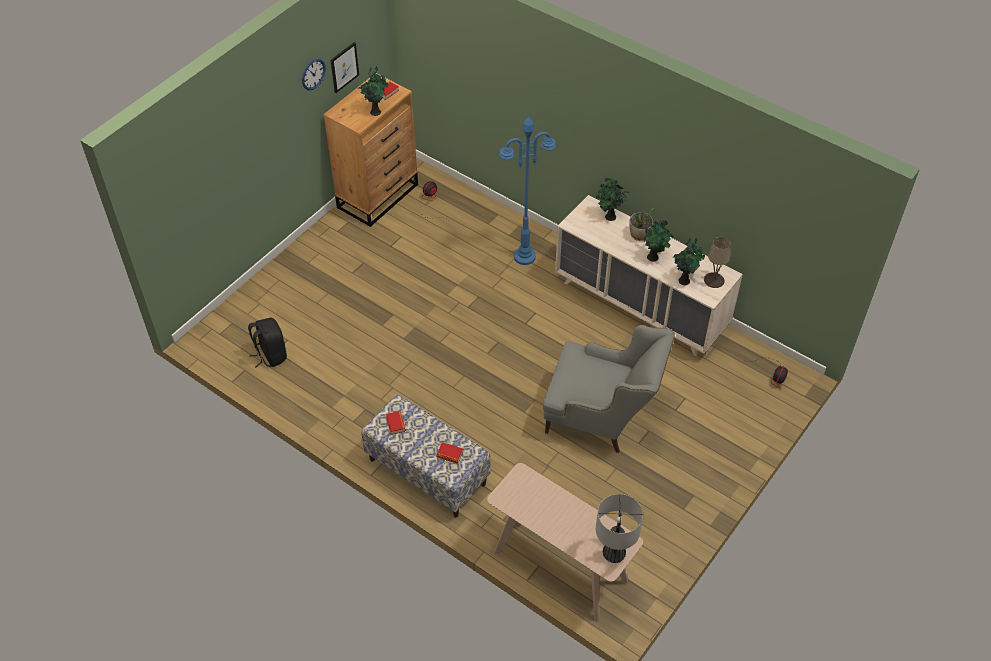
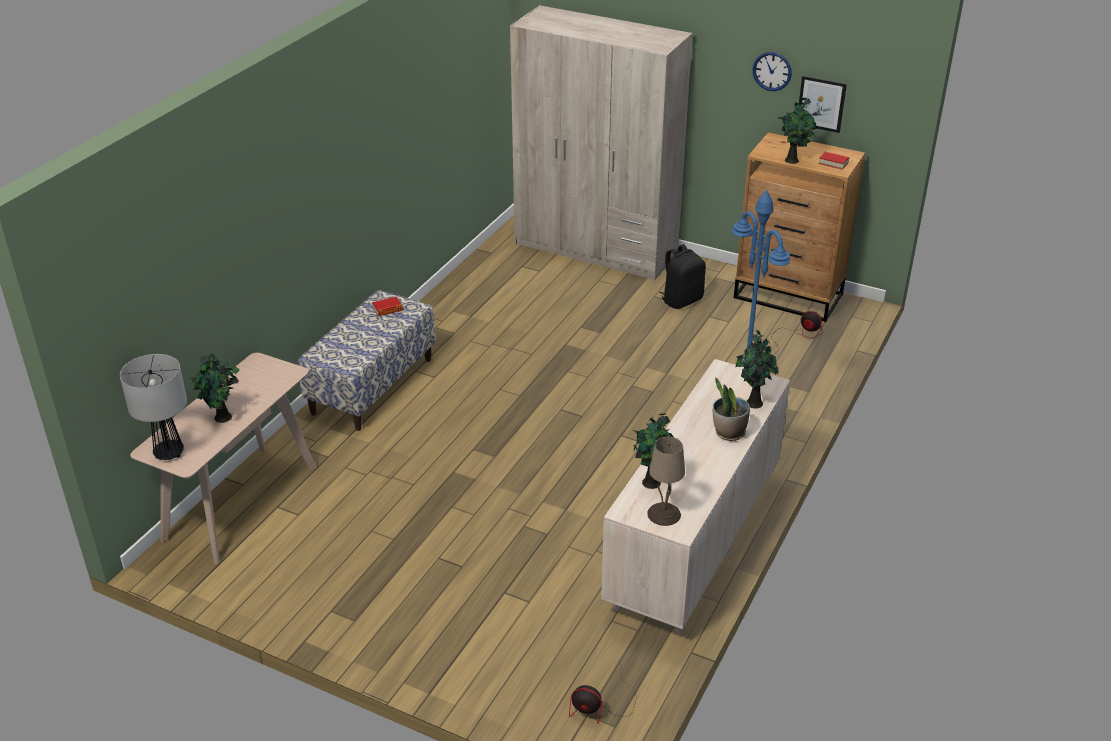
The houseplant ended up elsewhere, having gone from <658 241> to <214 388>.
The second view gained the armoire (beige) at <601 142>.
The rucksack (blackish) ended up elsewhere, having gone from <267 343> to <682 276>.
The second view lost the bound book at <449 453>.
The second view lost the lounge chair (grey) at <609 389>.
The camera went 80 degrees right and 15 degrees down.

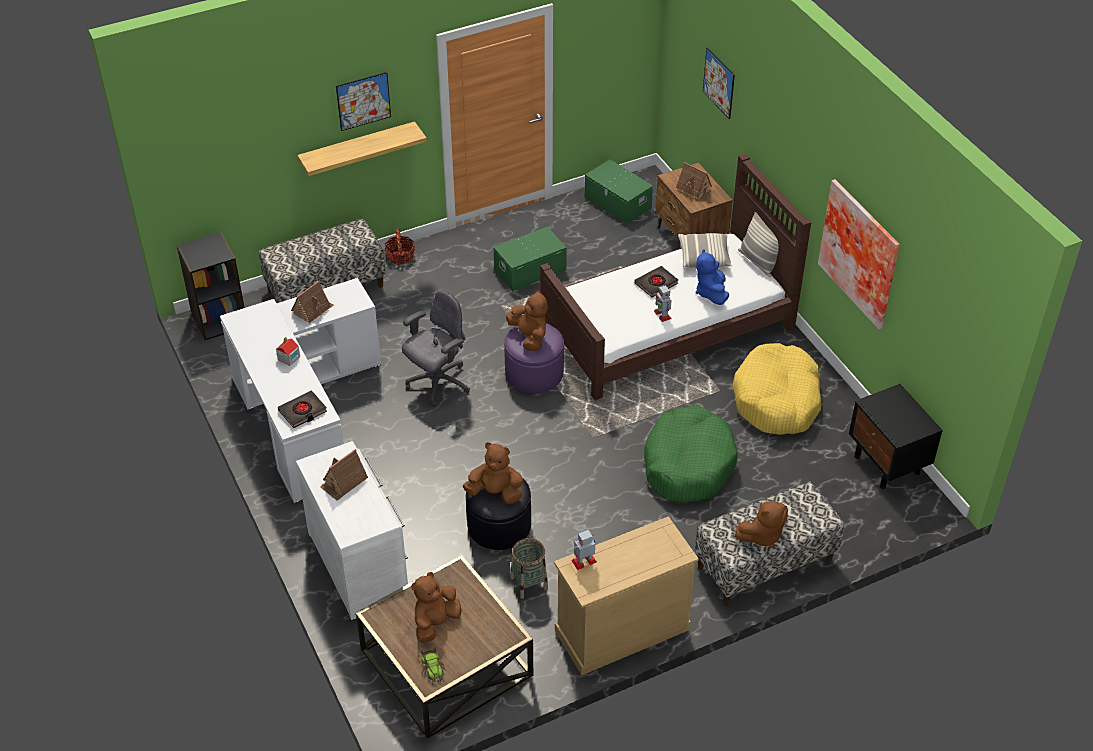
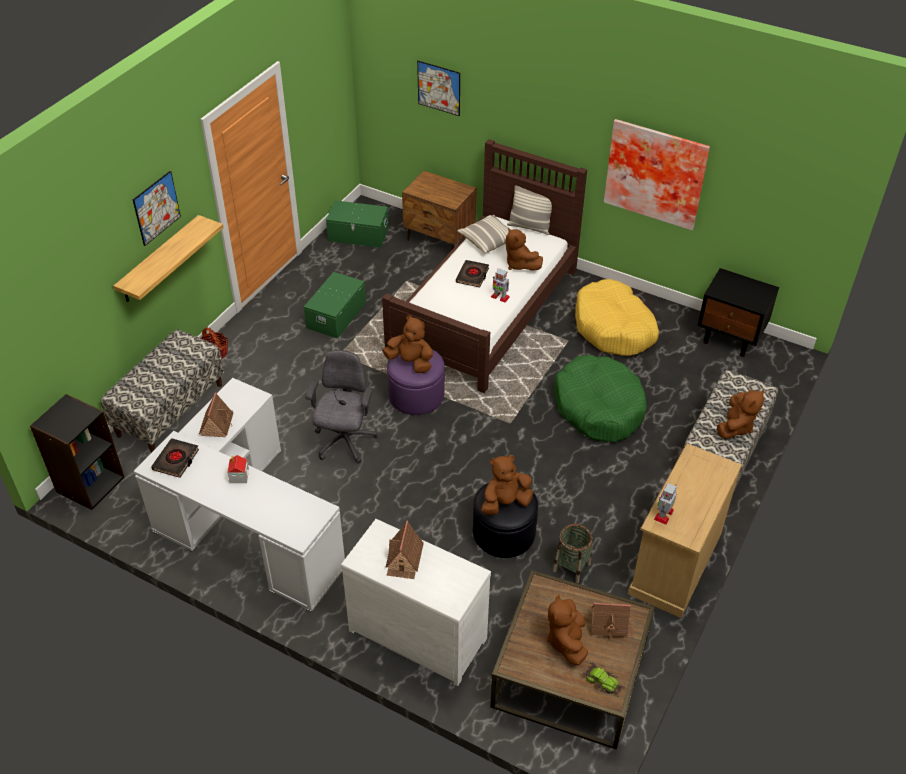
The bound book (blackish) ended up elsewhere, having gone from <302 409> to <175 458>.
What was the plush toy (bluish) at <712 277> turned into the plush toy (brown-coloured) at <524 249>.
The toy house ended up elsewhere, having gone from <695 182> to <612 621>.
The camera went 35 degrees left and 0 degrees up.

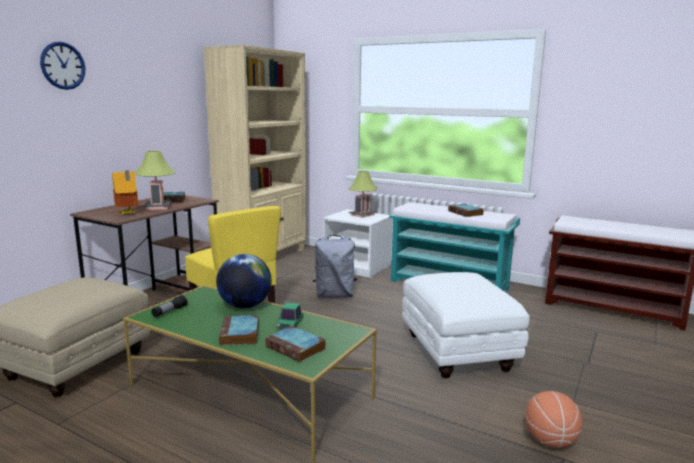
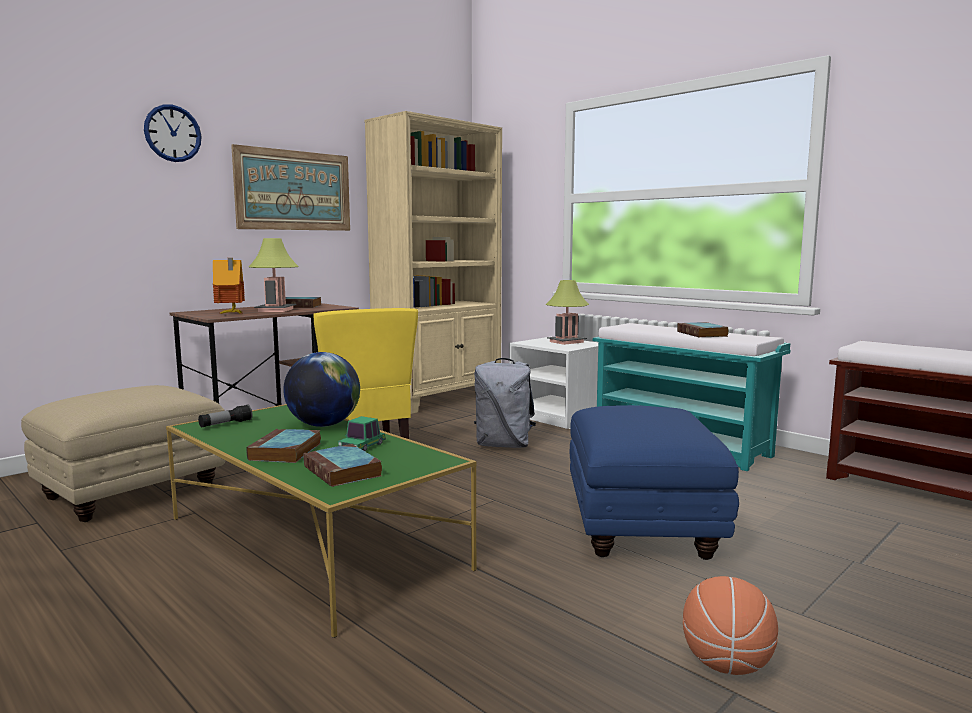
The second view gained the picture at <290 187>.
What was the pouffe (whitish) at <465 325> turned into the pouffe (bluish) at <654 482>.
The camera went 15 degrees right and 5 degrees down.

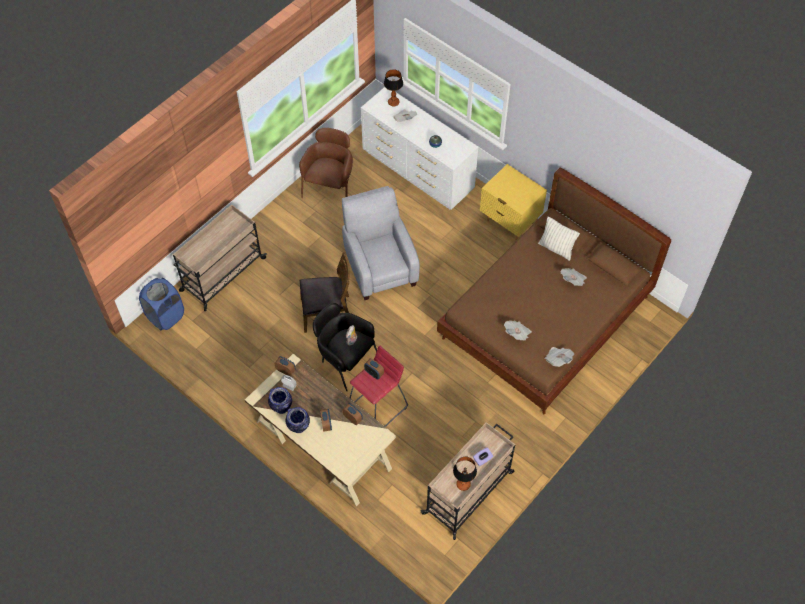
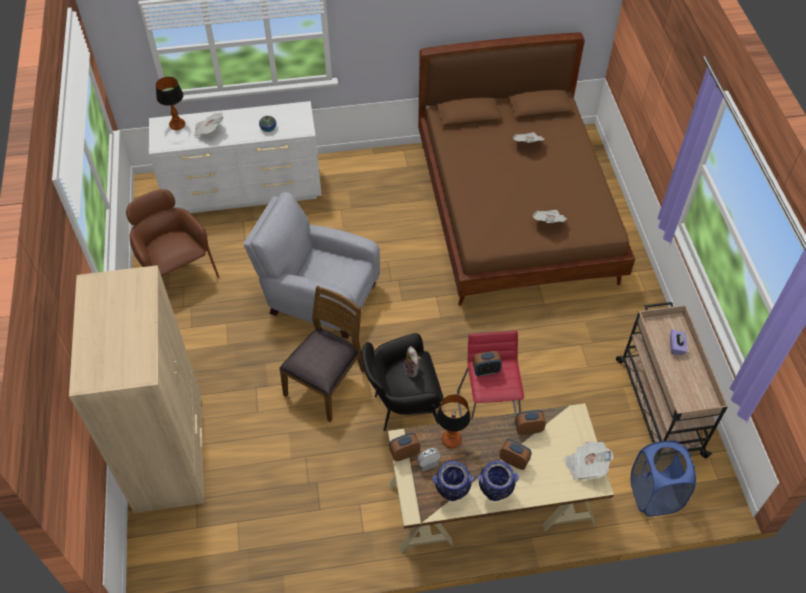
Where the wheeled cart (beige) stood at <220 257>, the armoire (beige) came to stand at <136 389>.
The tabletop lamp ended up elsewhere, having gone from <465 474> to <454 421>.
The newspaper ended up elsewhere, having gone from <559 357> to <588 461>.
The laundry basket (bluish) ended up elsewhere, having gone from <161 304> to <663 478>.
The second view lost the bedside table (yellowish) at <513 202>.
The second view lost the throw pillow at <559 239>.
The camera went 50 degrees left and 5 degrees down.

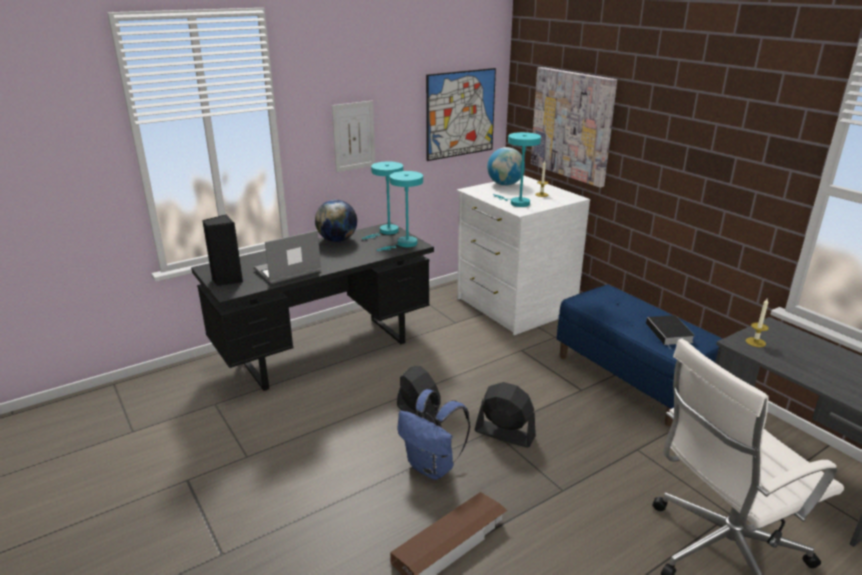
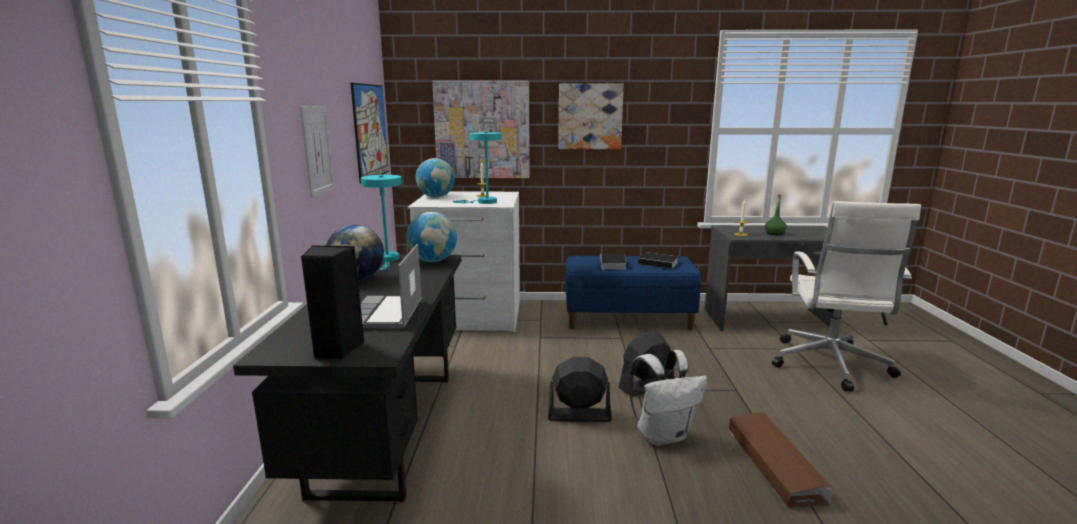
Where the tabletop lamp (turquoise-coloured) stood at <400 211>, the world globe came to stand at <431 237>.
The second view gained the picture at <591 116>.
The second view gained the bound book at <613 262>.
What was the rucksack (bluish) at <434 434> turned into the rucksack (whitish) at <668 398>.
The second view gained the drink bottle (green-coloured) at <776 215>.
The camera went 55 degrees left and 10 degrees down.

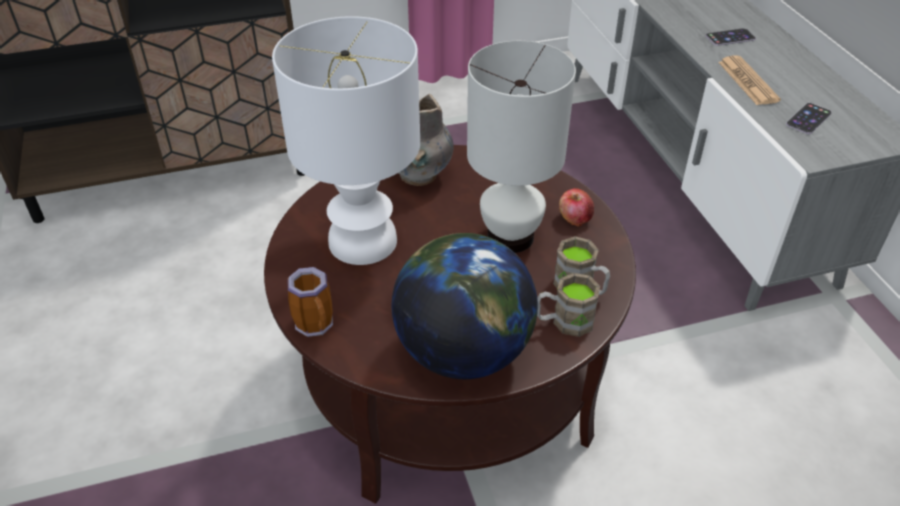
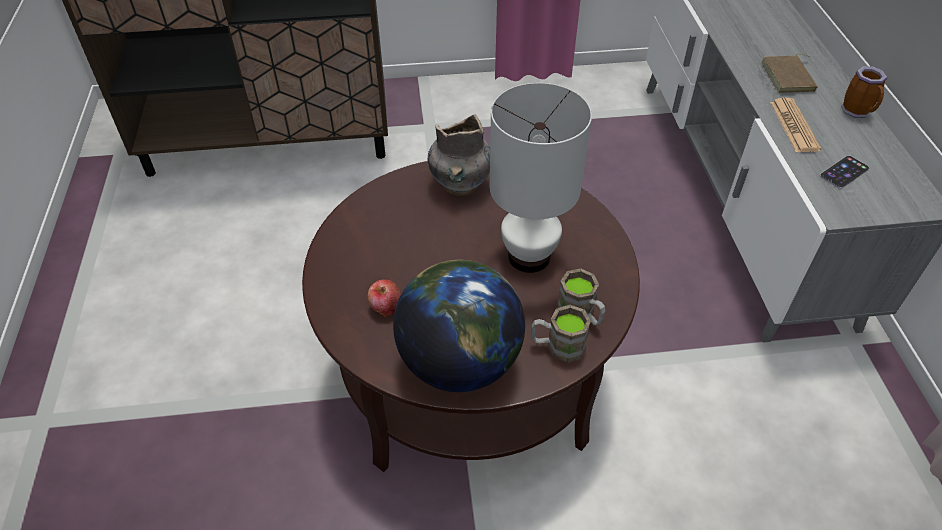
The apple fruit ended up elsewhere, having gone from <576 207> to <384 298>.
Where the handset stood at <730 37>, the bound book (brown-coloured) came to stand at <789 73>.
The mug ended up elsewhere, having gone from <310 302> to <864 92>.
The second view lost the tabletop lamp (whitish) at <346 140>.
The camera went 10 degrees right and 5 degrees up.

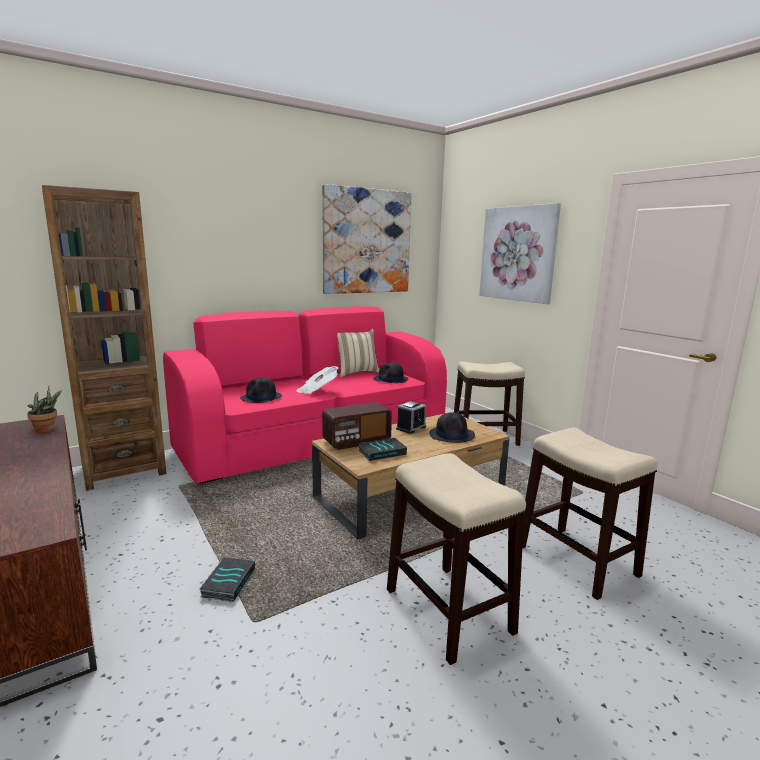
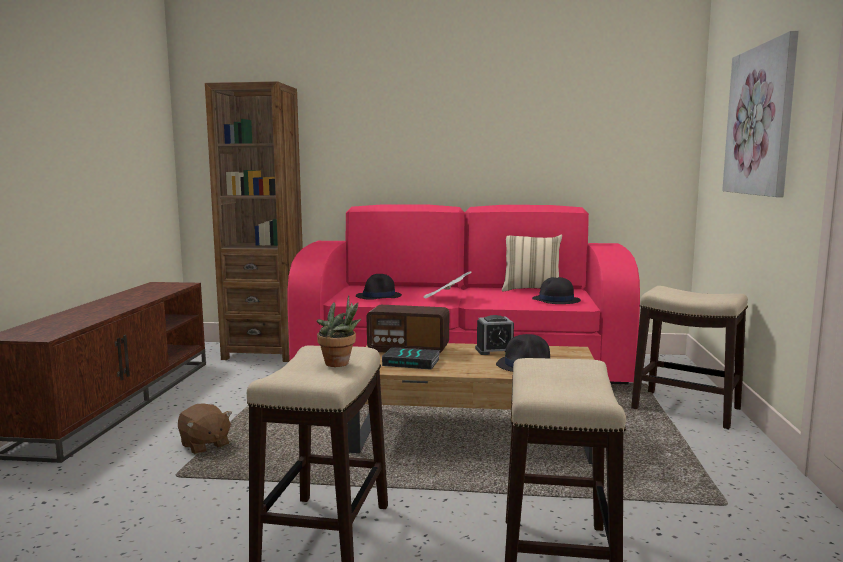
Where the bound book stood at <227 579>, the plush toy (brown-coloured) came to stand at <205 429>.
The houseplant ended up elsewhere, having gone from <44 409> to <339 331>.
The second view lost the picture at <367 239>.
The camera went 40 degrees right and 5 degrees down.

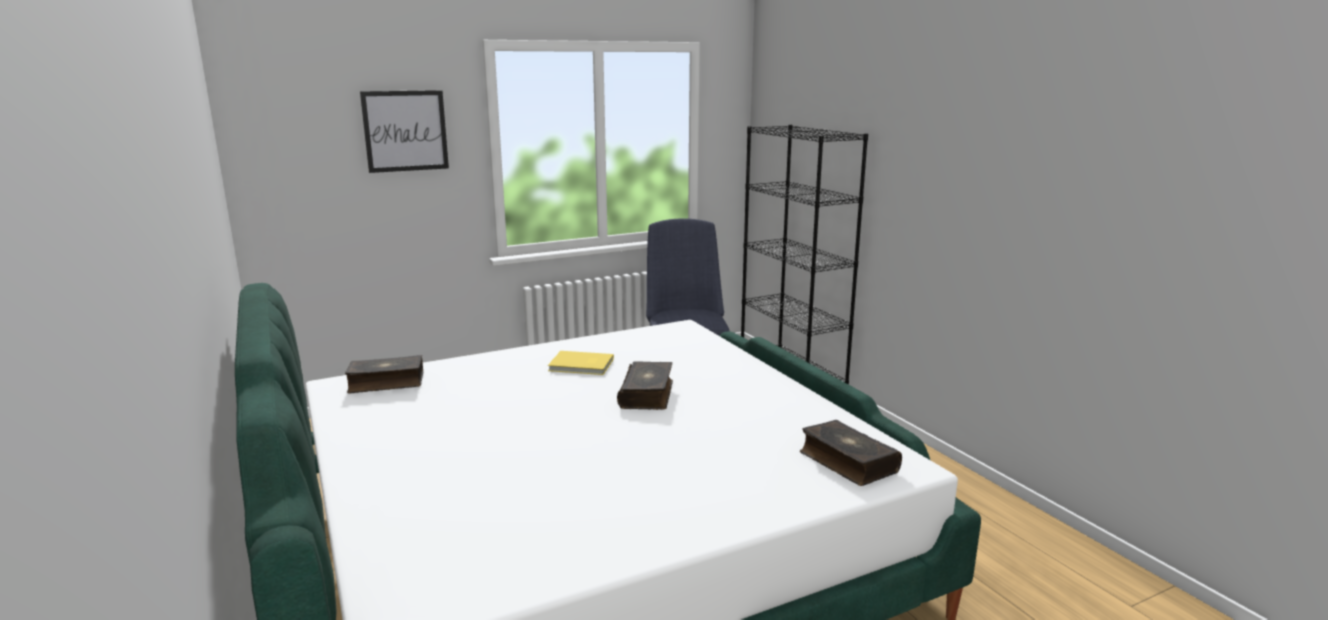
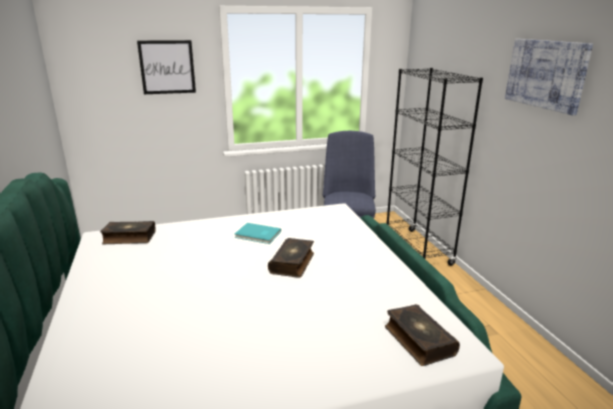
What was the bound book (yellowish) at <581 363> turned into the bound book (turquoise-coloured) at <257 233>.
The second view gained the picture at <549 77>.
The camera went 10 degrees right and 5 degrees up.

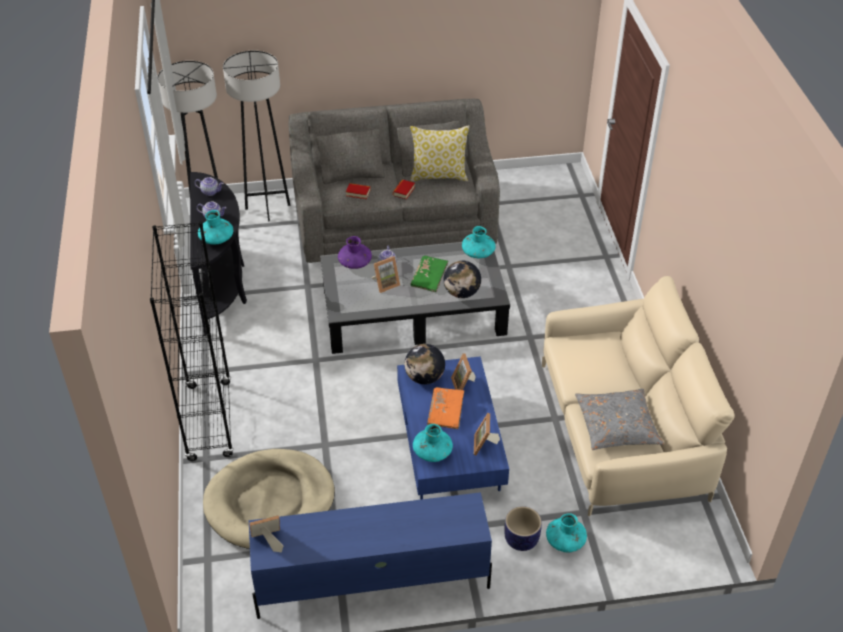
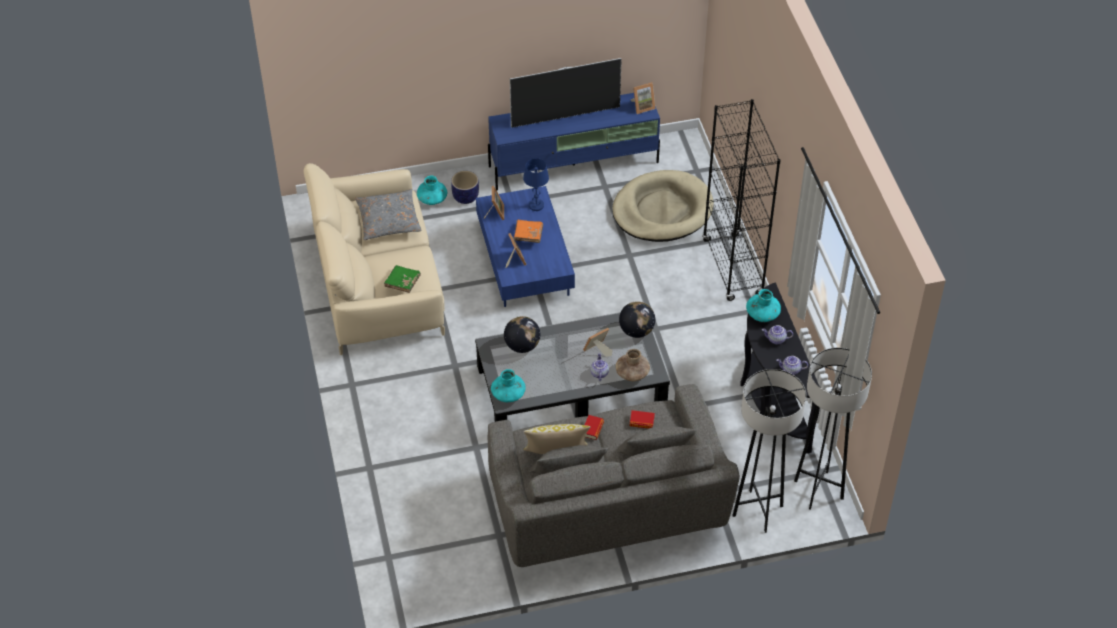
The bound book (green-coloured) ended up elsewhere, having gone from <429 273> to <402 279>.
The second view gained the television at <566 93>.
Where the decorative vase (turquoise-coloured) stood at <433 443>, the tabletop lamp (bluish) came to stand at <536 184>.
What was the decorative vase (purple-coloured) at <355 252> turned into the decorative vase (brown-coloured) at <633 365>.
The world globe ended up elsewhere, having gone from <425 364> to <637 319>.
The camera went 175 degrees right and 5 degrees up.

